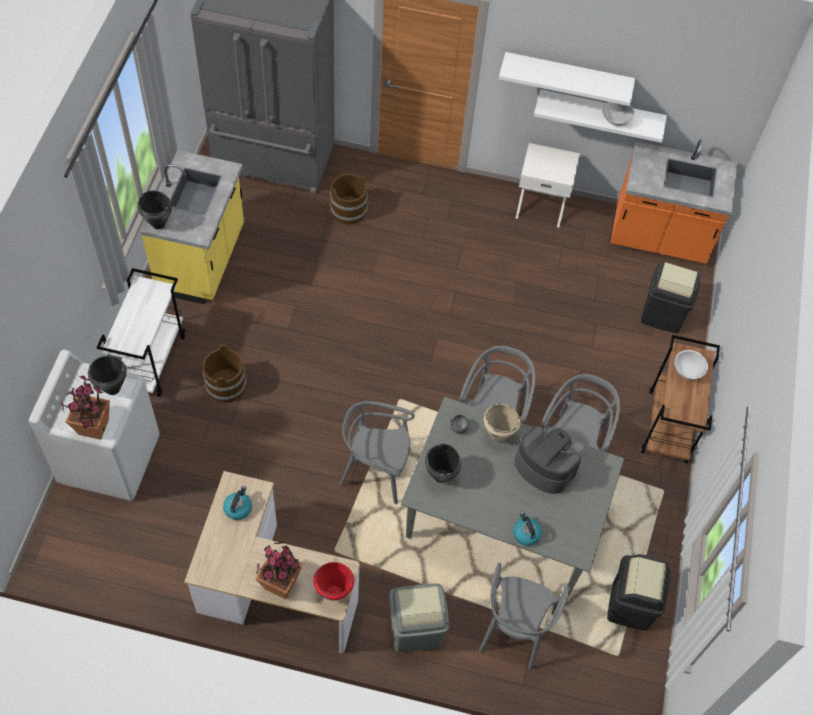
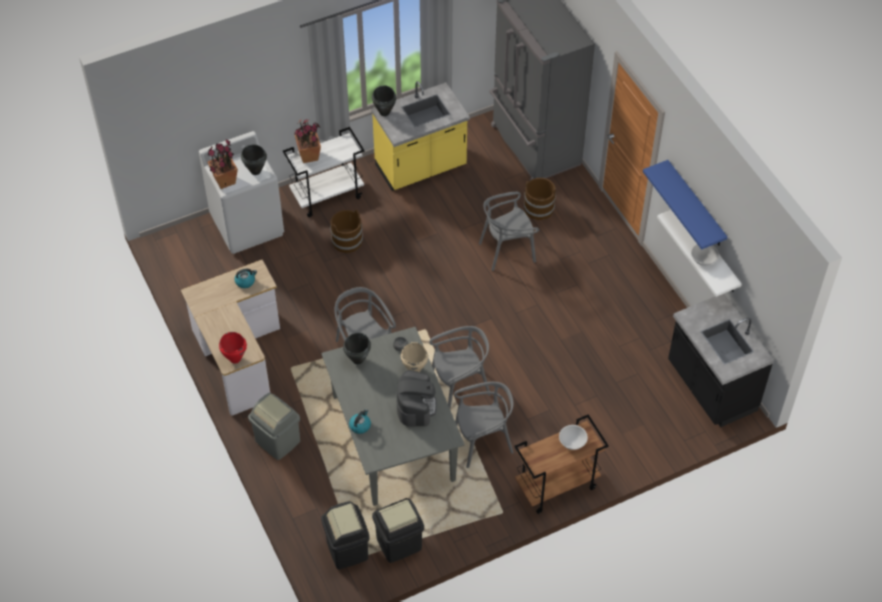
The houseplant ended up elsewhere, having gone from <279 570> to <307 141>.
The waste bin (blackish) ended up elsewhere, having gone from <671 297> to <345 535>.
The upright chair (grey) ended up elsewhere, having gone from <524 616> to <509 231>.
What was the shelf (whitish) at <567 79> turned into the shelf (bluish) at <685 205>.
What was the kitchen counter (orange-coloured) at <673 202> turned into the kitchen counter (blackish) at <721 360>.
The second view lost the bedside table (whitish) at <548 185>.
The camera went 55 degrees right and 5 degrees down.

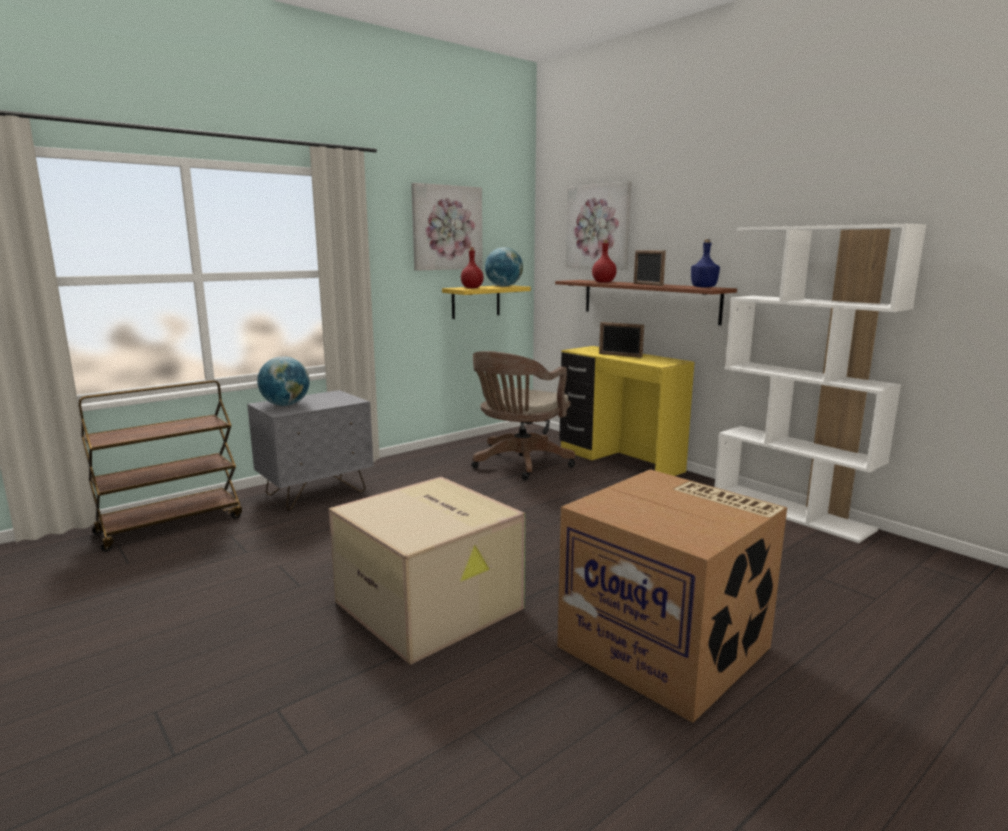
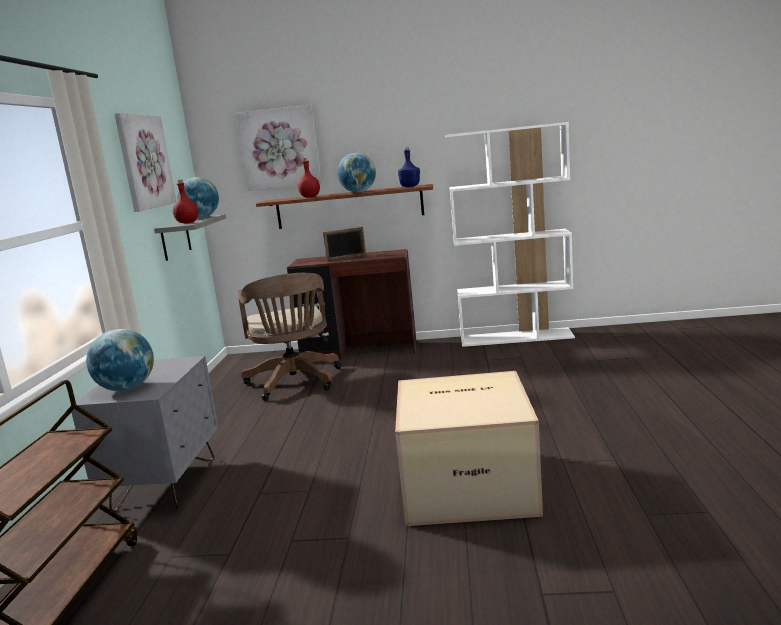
What was the shelf (yellowish) at <486 302> turned into the shelf (grey) at <190 237>.
What was the desk (yellowish) at <626 411> turned into the desk (brown-coloured) at <351 304>.
Where the photo frame stood at <650 268>, the world globe came to stand at <356 172>.
The second view lost the carton at <672 596>.
The camera went 45 degrees left and 0 degrees up.

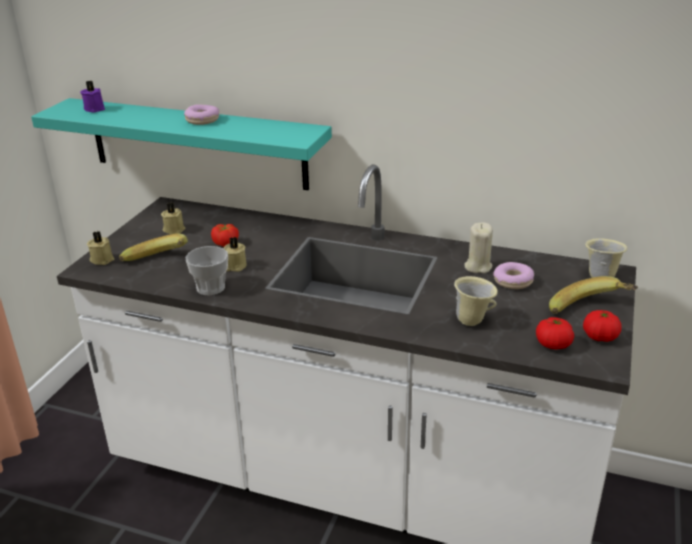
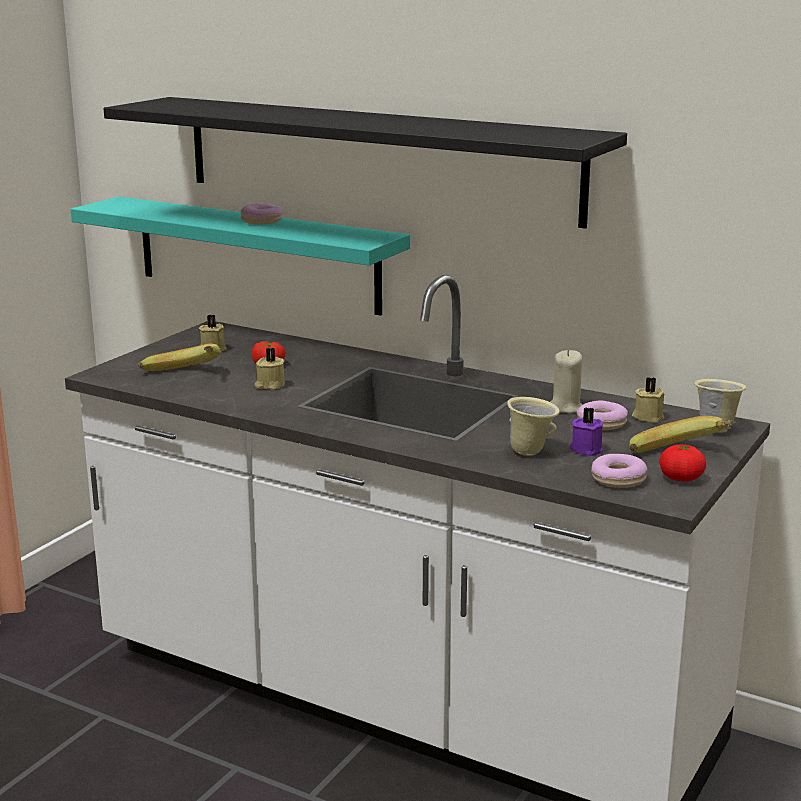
The second view gained the shelf (blackish) at <365 163>.
The candle (purple-coloured) ended up elsewhere, having gone from <92 96> to <587 431>.
Where the fresh tomato stood at <555 333>, the doughnut came to stand at <619 471>.
The candle (beige) ended up elsewhere, having gone from <100 248> to <648 399>.
The second view lost the small cup at <207 271>.
The camera went 10 degrees right and 10 degrees down.

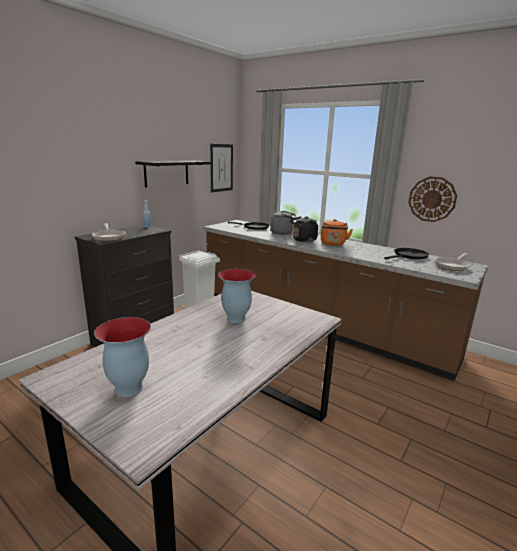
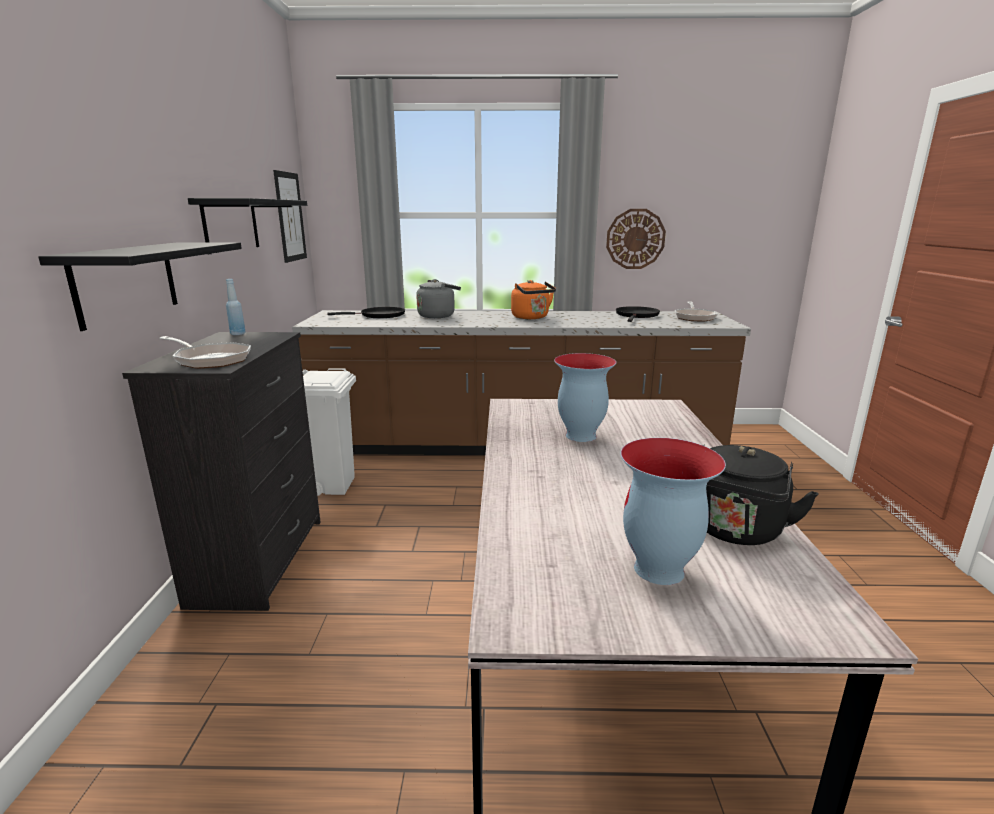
The second view gained the shelf (blackish) at <140 286>.
The kettle (blackish) ended up elsewhere, having gone from <303 229> to <761 494>.
The camera went 35 degrees left and 0 degrees up.

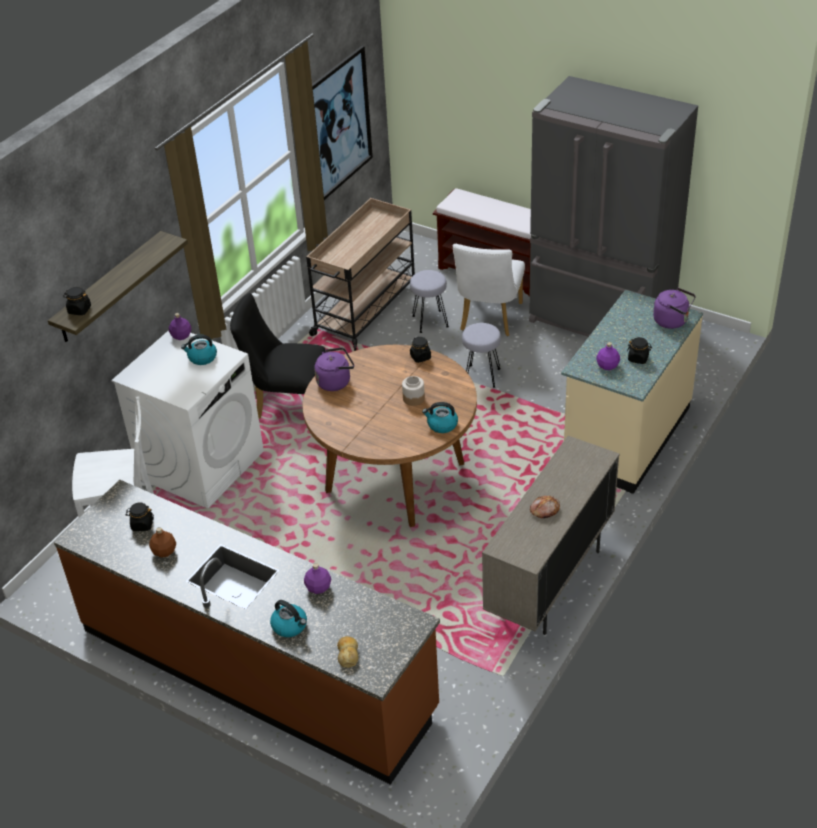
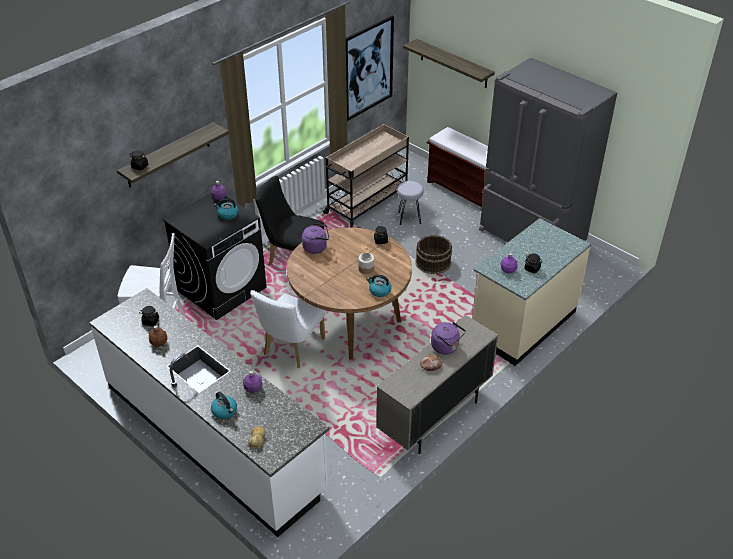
What was the kitchen counter (brown-coloured) at <247 632> turned into the kitchen counter (whitish) at <209 412>.
What was the laundry machine (whitish) at <187 419> turned into the laundry machine (blackish) at <215 256>.
The upright chair (whitish) ended up elsewhere, having gone from <489 290> to <287 329>.
The second view gained the shelf at <449 63>.
Where the sitting stool (grey) stood at <481 355>, the pail (brown-coloured) came to stand at <433 254>.
The kettle (purple-coloured) ended up elsewhere, having gone from <674 308> to <448 338>.
The camera went 10 degrees right and 0 degrees up.

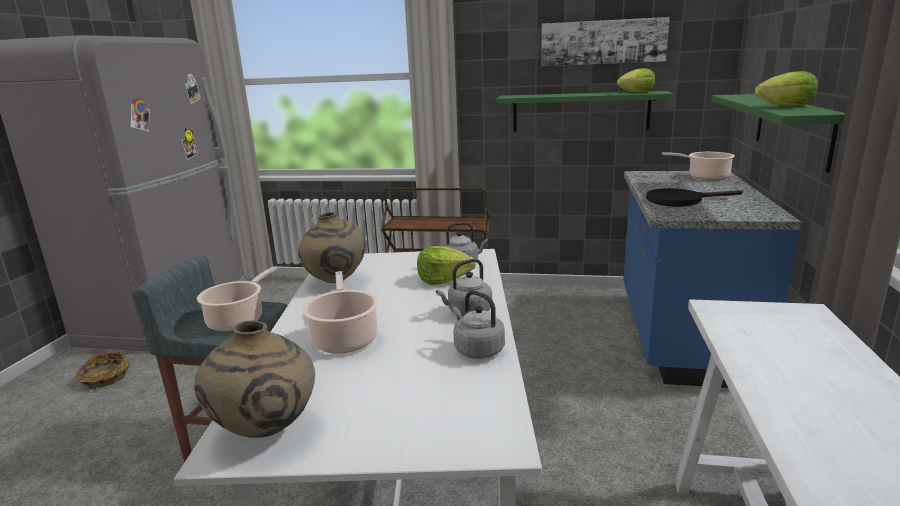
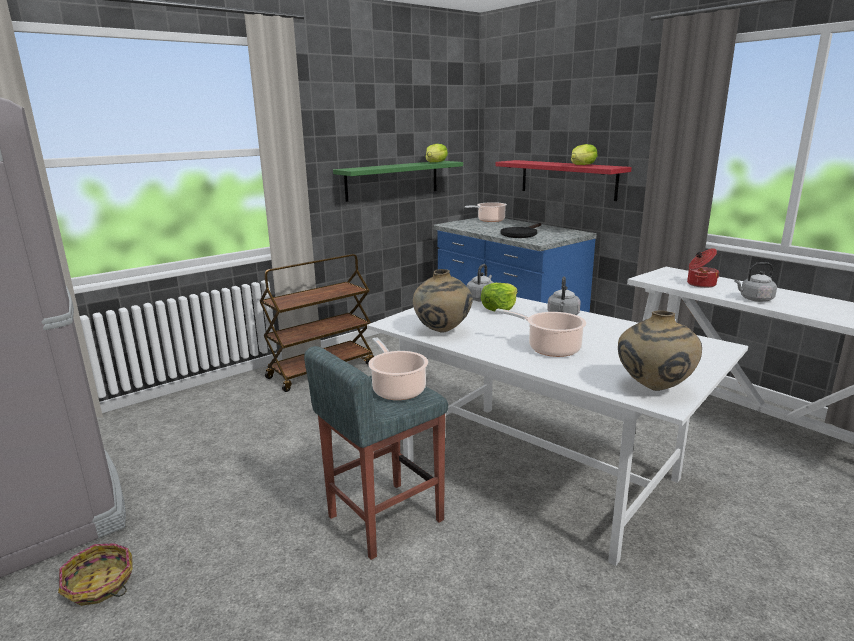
What was the shelf (green-coloured) at <778 133> turned into the shelf (red-coloured) at <563 180>.
The second view gained the cooking pot at <703 268>.
The kettle (grey) ended up elsewhere, having gone from <478 325> to <755 282>.
The second view lost the picture at <605 41>.
The camera went 50 degrees left and 0 degrees up.

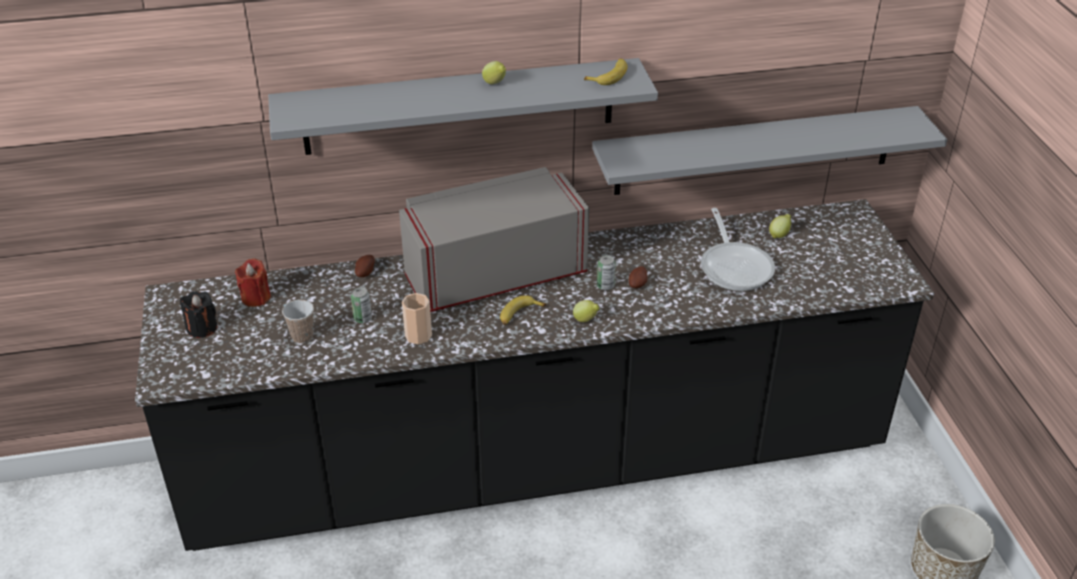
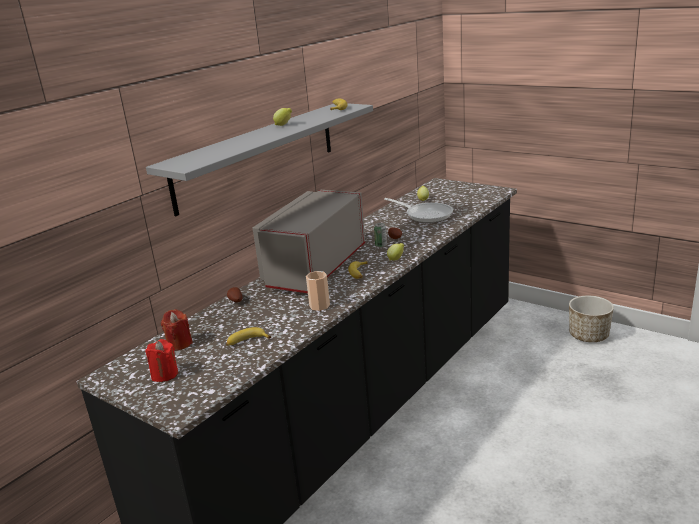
What was the candle (blackish) at <199 314> turned into the candle (red-coloured) at <161 360>.
Where the small cup stood at <298 321>, the banana came to stand at <248 336>.
The second view lost the can at <361 305>.
The second view lost the shelf (grey) at <769 150>.
The camera went 40 degrees left and 15 degrees down.

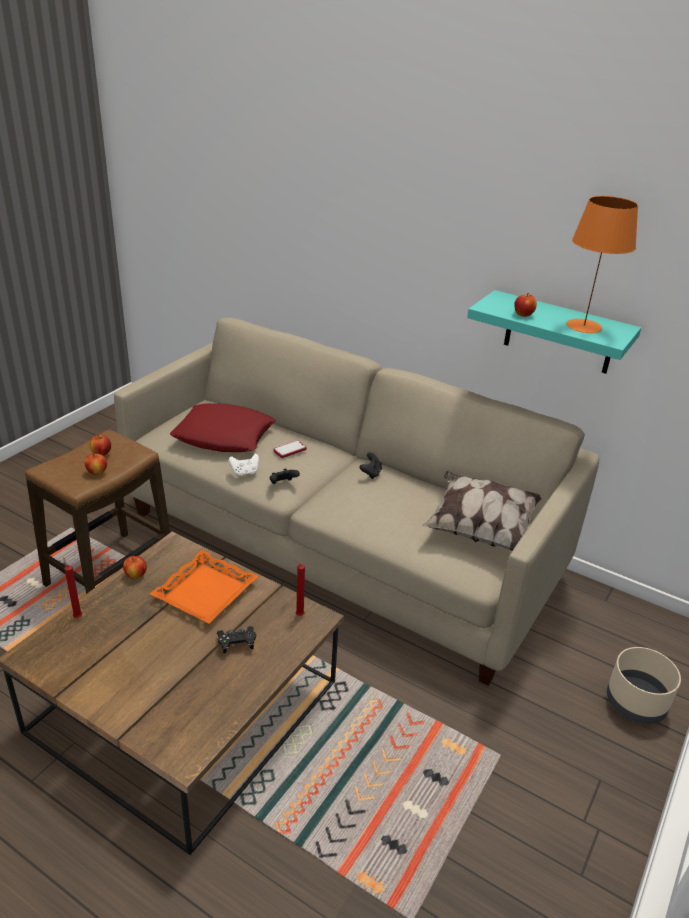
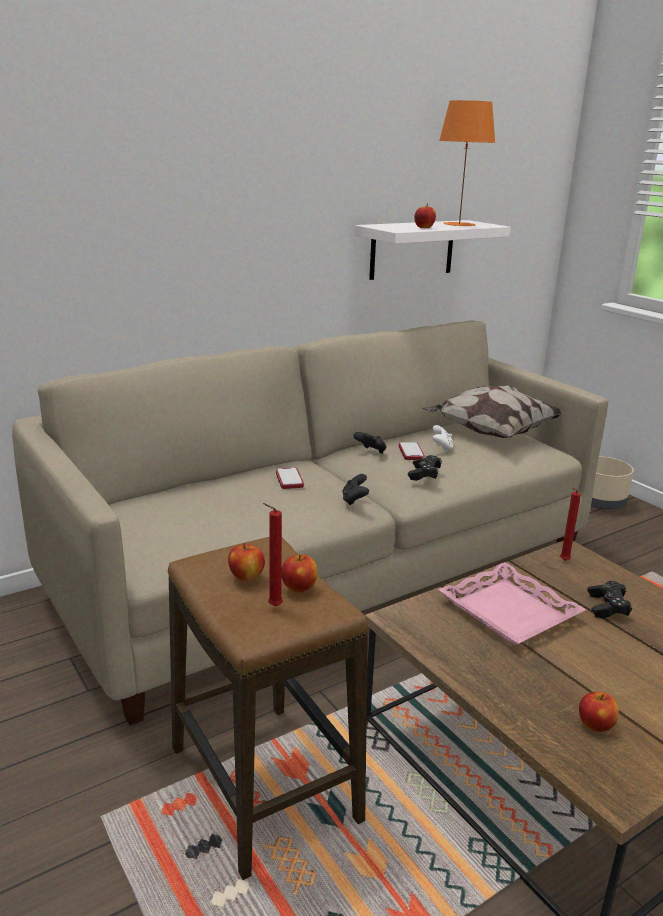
The candle (red-coloured) ended up elsewhere, having gone from <72 588> to <273 554>.
What was the shelf (turquoise-coloured) at <554 332> turned into the shelf (whitish) at <433 250>.
The second view gained the handset at <412 451>.
The second view gained the joypad (blackish) at <425 468>.
The joypad (whitish) ended up elsewhere, having gone from <244 465> to <442 438>.
What was the carrying tray (orange-coloured) at <204 587> turned into the carrying tray (pinkish) at <512 603>.
The apple fruit ended up elsewhere, having gone from <135 567> to <599 712>.
The second view lost the throw pillow (red-coloured) at <223 427>.
The camera went 65 degrees left and 10 degrees down.

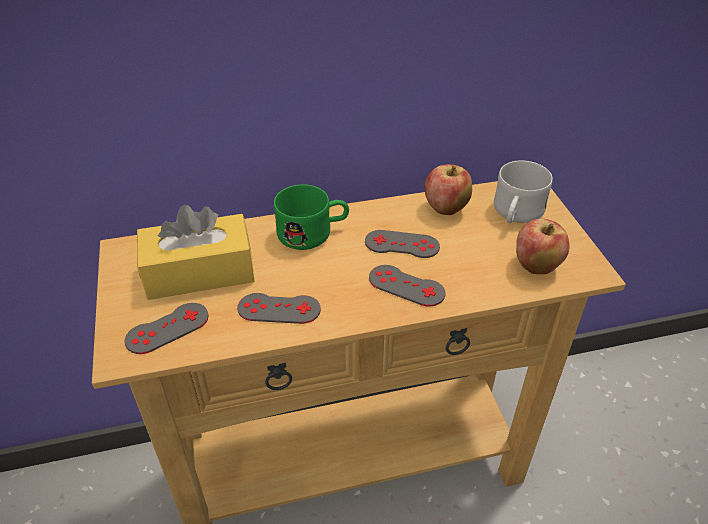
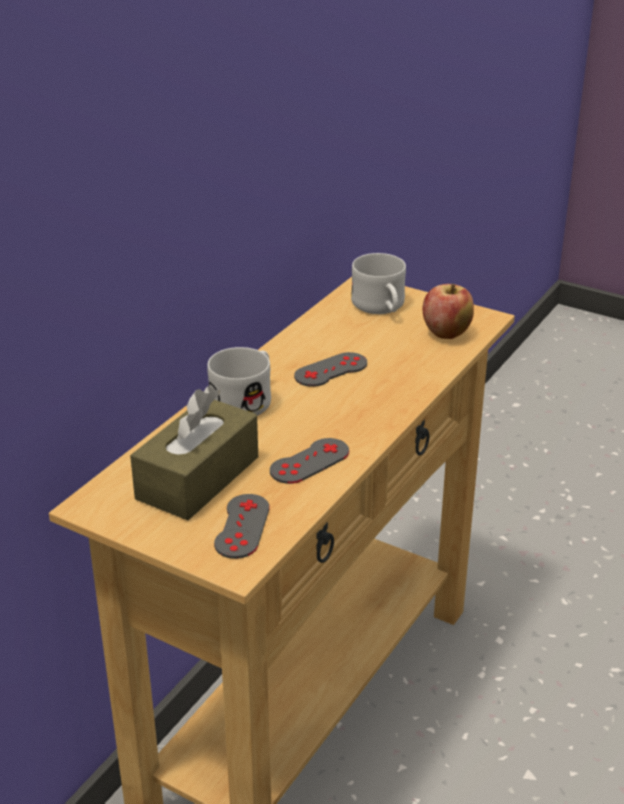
What was the tissue holder (yellowish) at <195 252> turned into the tissue holder (brown-coloured) at <194 453>.
What was the mug (green-coloured) at <311 217> turned into the mug (whitish) at <239 381>.
The second view lost the joypad (grey) at <407 286>.
The second view lost the apple fruit at <448 189>.
The camera went 45 degrees left and 10 degrees down.

